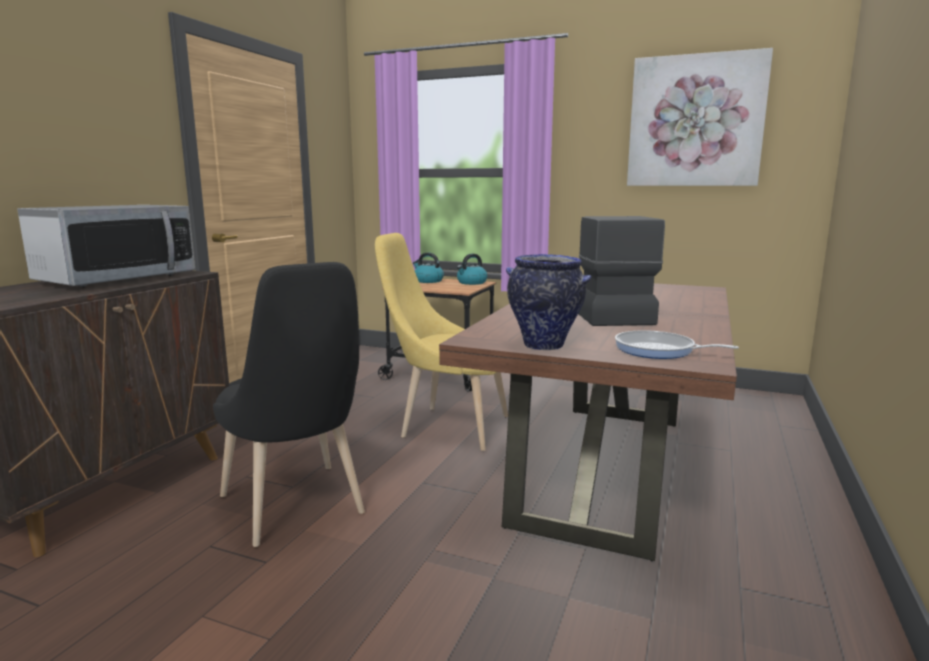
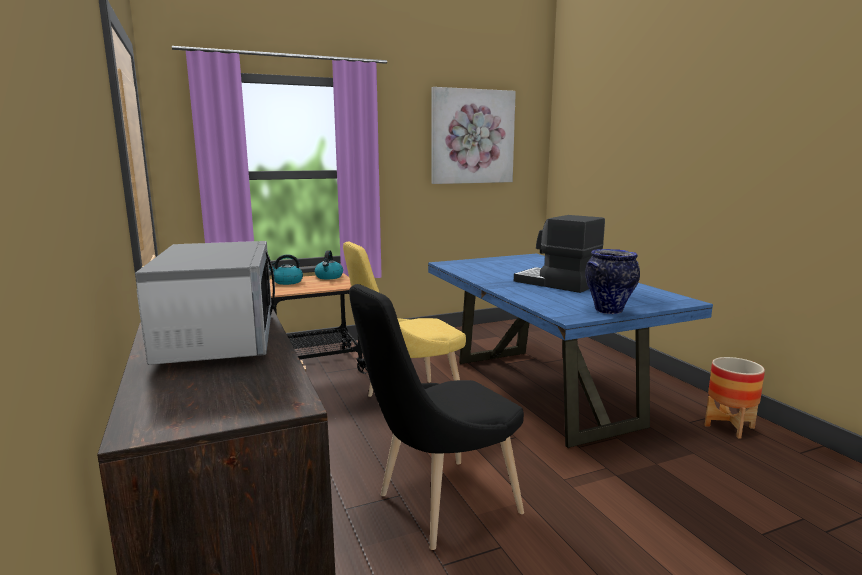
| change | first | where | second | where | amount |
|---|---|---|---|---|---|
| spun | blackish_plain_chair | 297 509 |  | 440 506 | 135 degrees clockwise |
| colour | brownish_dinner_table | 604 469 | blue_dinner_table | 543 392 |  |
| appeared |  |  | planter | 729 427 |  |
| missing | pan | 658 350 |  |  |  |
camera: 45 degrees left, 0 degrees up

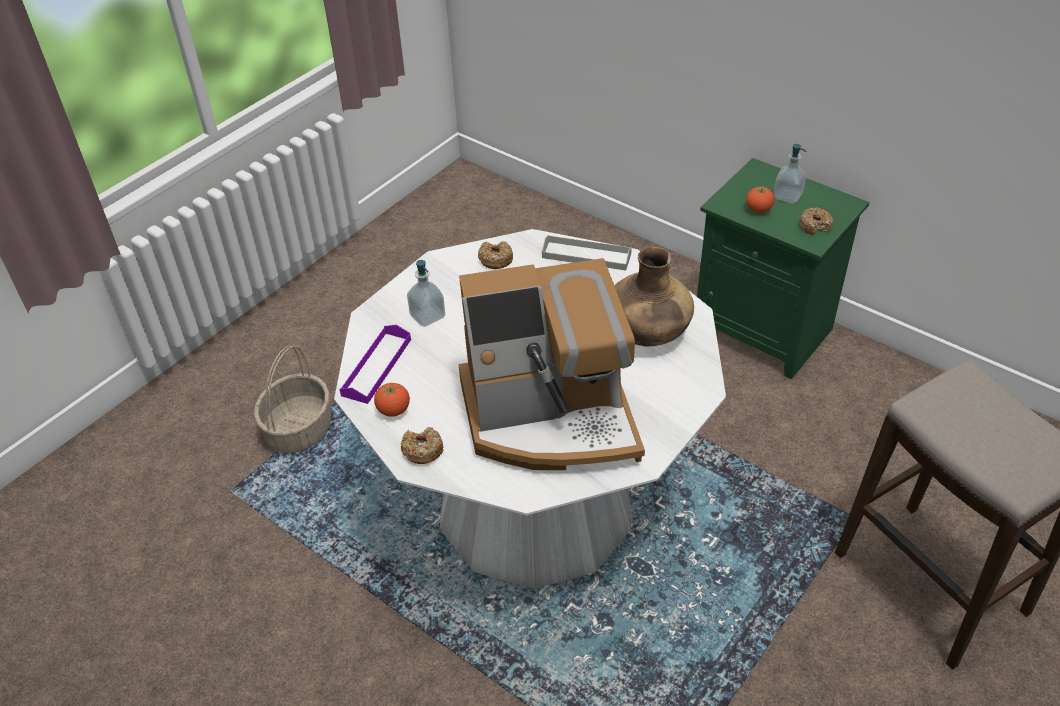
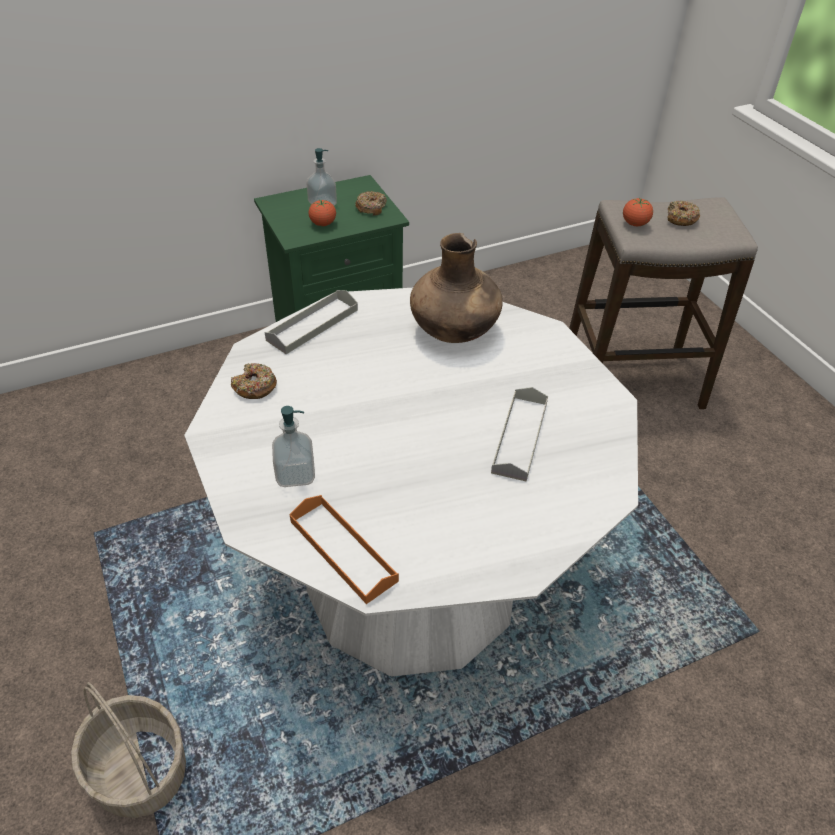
| change | first | where | second | where | amount |
|---|---|---|---|---|---|
| colour | purple-coloured_carrying_tray | 376 367 | orange_carrying_tray | 343 551 |  |
| exchanged | coffee_brewer | 550 417 | greyish_carrying_tray | 520 437 |  |
| relocated | whole_tomato | 393 410 |  | 635 224 |  |
| relocated | ring_doughnut | 422 450 |  | 681 218 |  |
camera: 65 degrees left, 0 degrees up

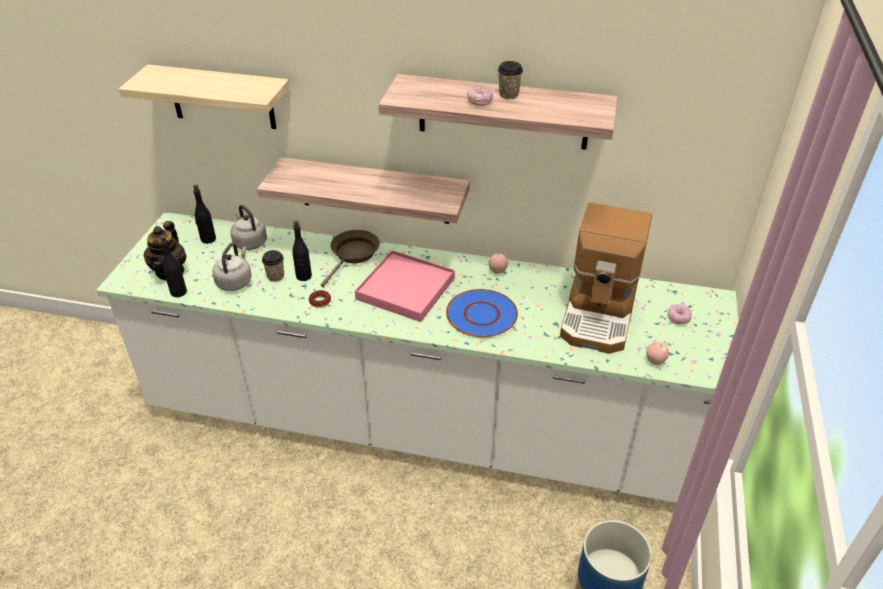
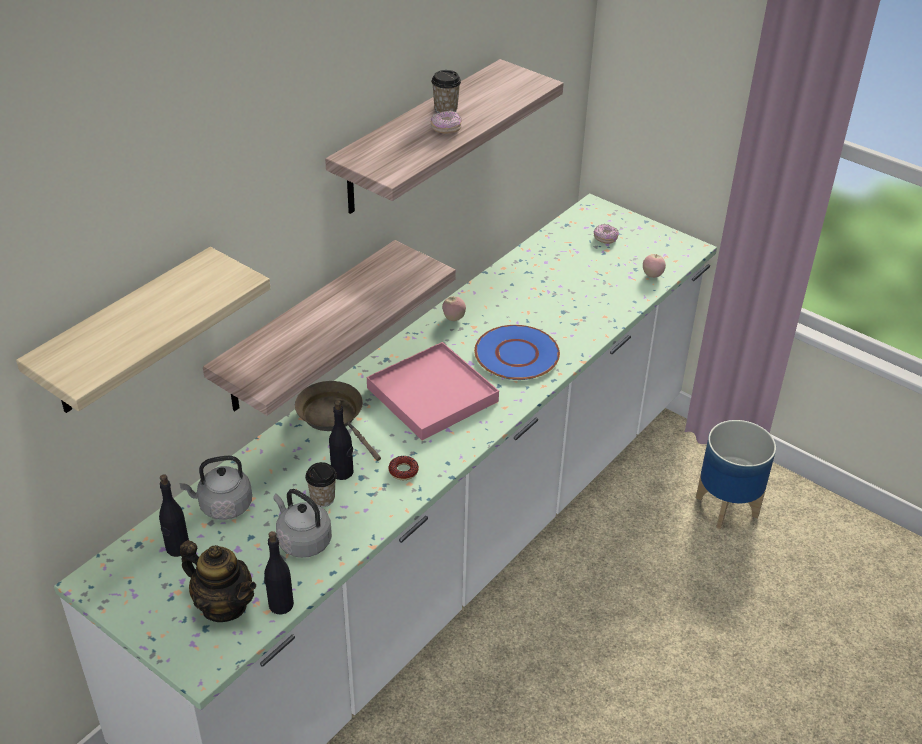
| change | first | where | second | where | amount |
|---|---|---|---|---|---|
| missing | coffee_brewer | 600 313 |  |  |  |
camera: 65 degrees left, 0 degrees up

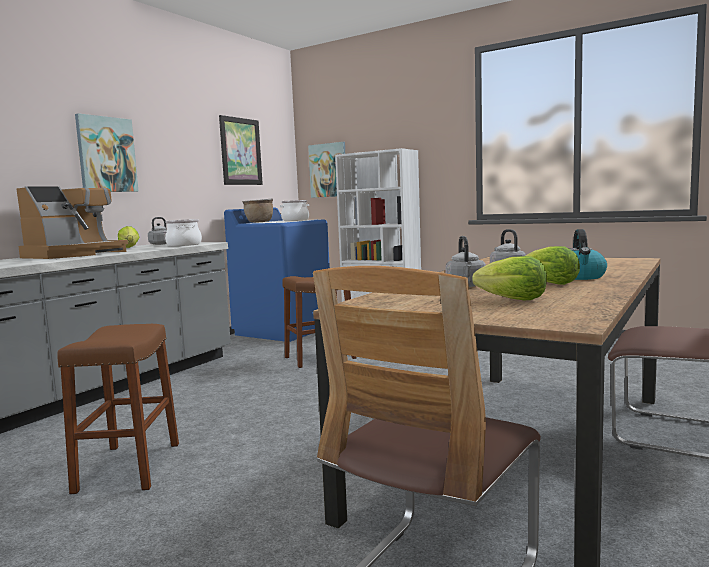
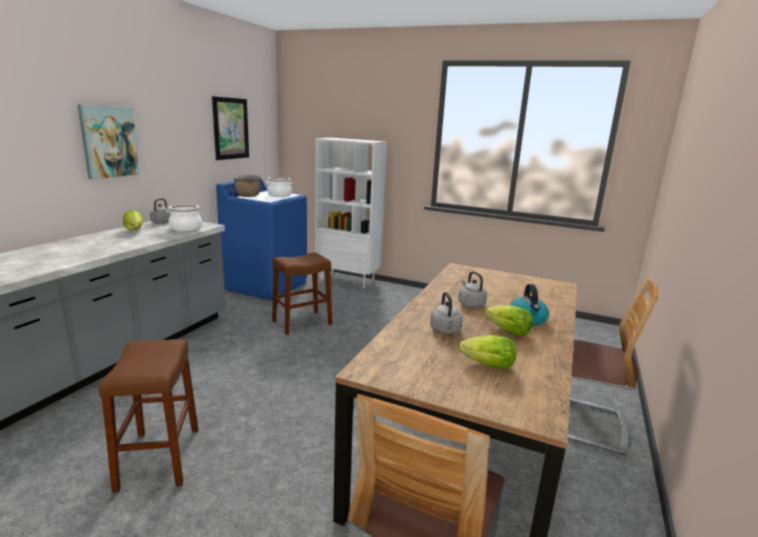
| change | first | where | second | where | amount |
|---|---|---|---|---|---|
| missing | coffee_brewer | 75 254 |  |  |  |
| missing | wall_picture | 328 170 |  |  |  |
camera: 10 degrees left, 10 degrees up

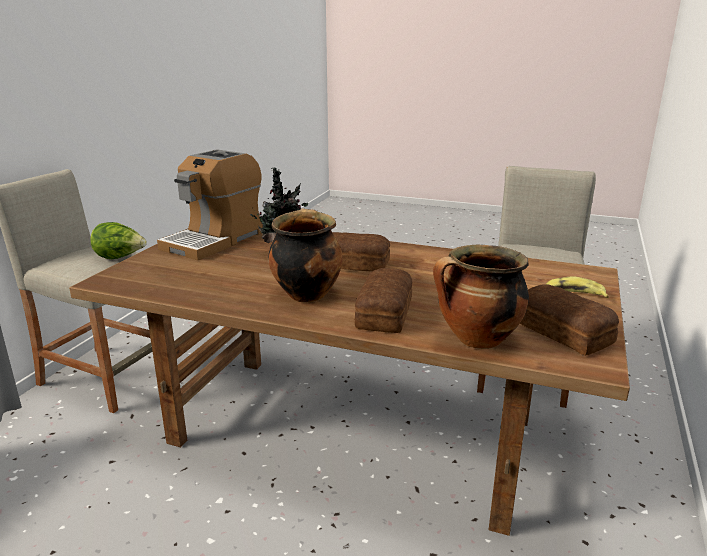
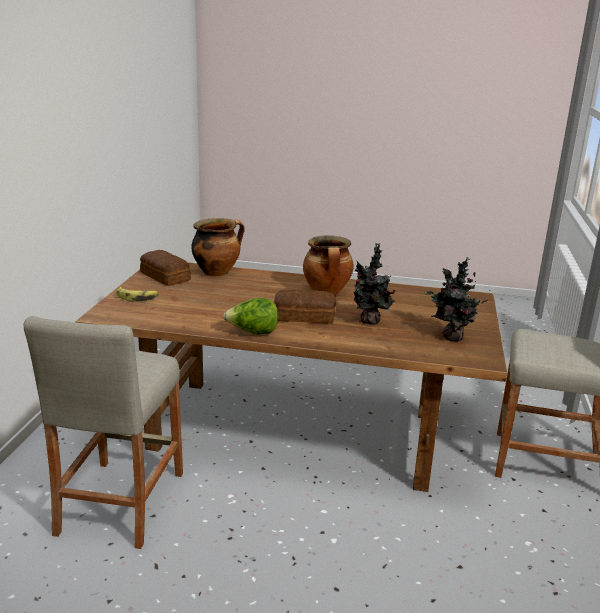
| change | first | where | second | where | amount |
|---|---|---|---|---|---|
| relocated | head_of_lettuce | 120 258 |  | 253 333 |  |
| exchanged | coffee_brewer | 215 240 | houseplant | 451 337 |  |
| missing | baked_bread | 386 313 |  |  |  |
camera: 170 degrees right, 0 degrees up

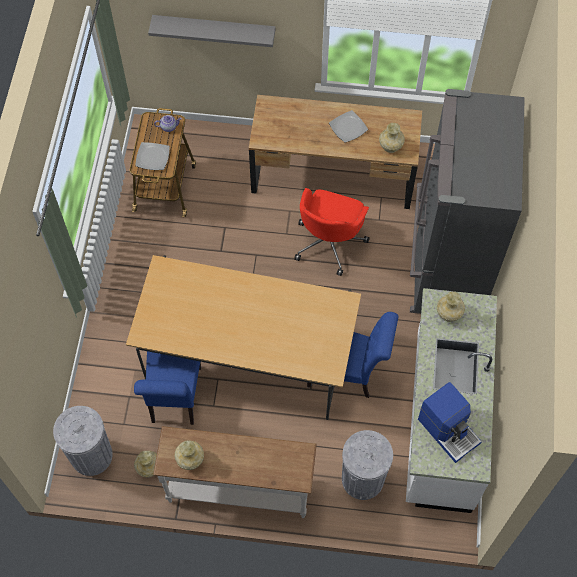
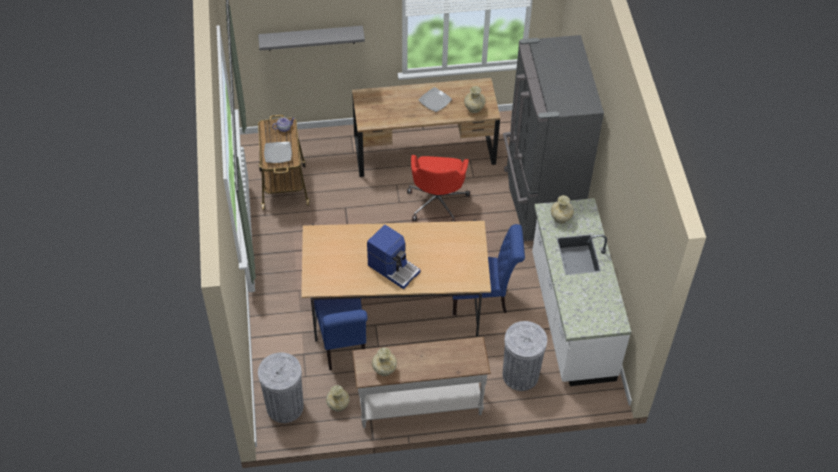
| change | first | where | second | where | amount |
|---|---|---|---|---|---|
| relocated | coffee_brewer | 449 430 |  | 393 268 |  |
camera: 15 degrees left, 10 degrees down

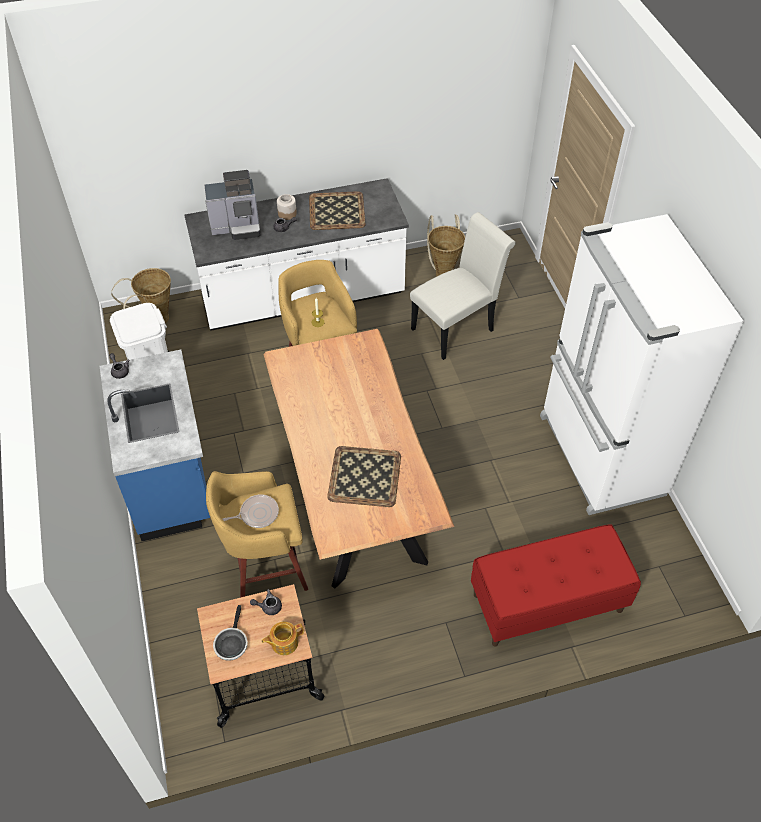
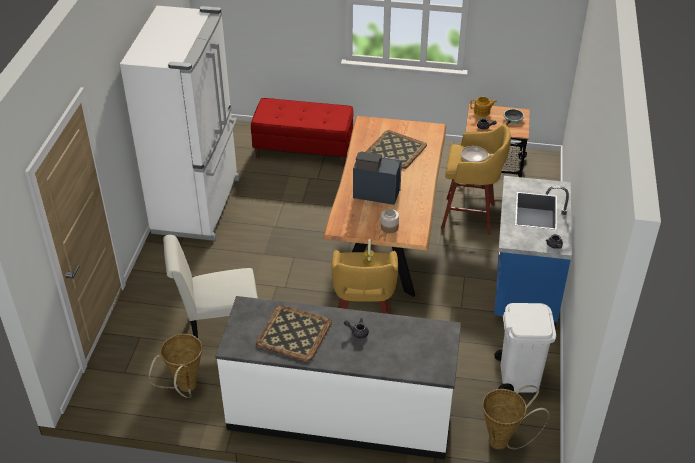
| change | first | where | second | where | amount |
|---|---|---|---|---|---|
| relocated | coffee_brewer | 237 227 |  | 375 192 |  |
| relocated | storage_jar | 287 213 |  | 389 227 |  |
camera: 155 degrees left, 10 degrees down

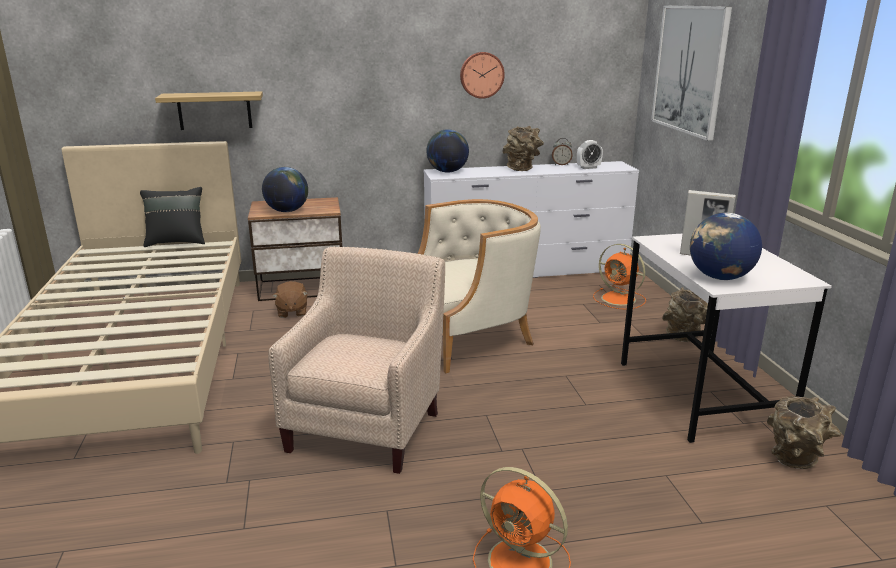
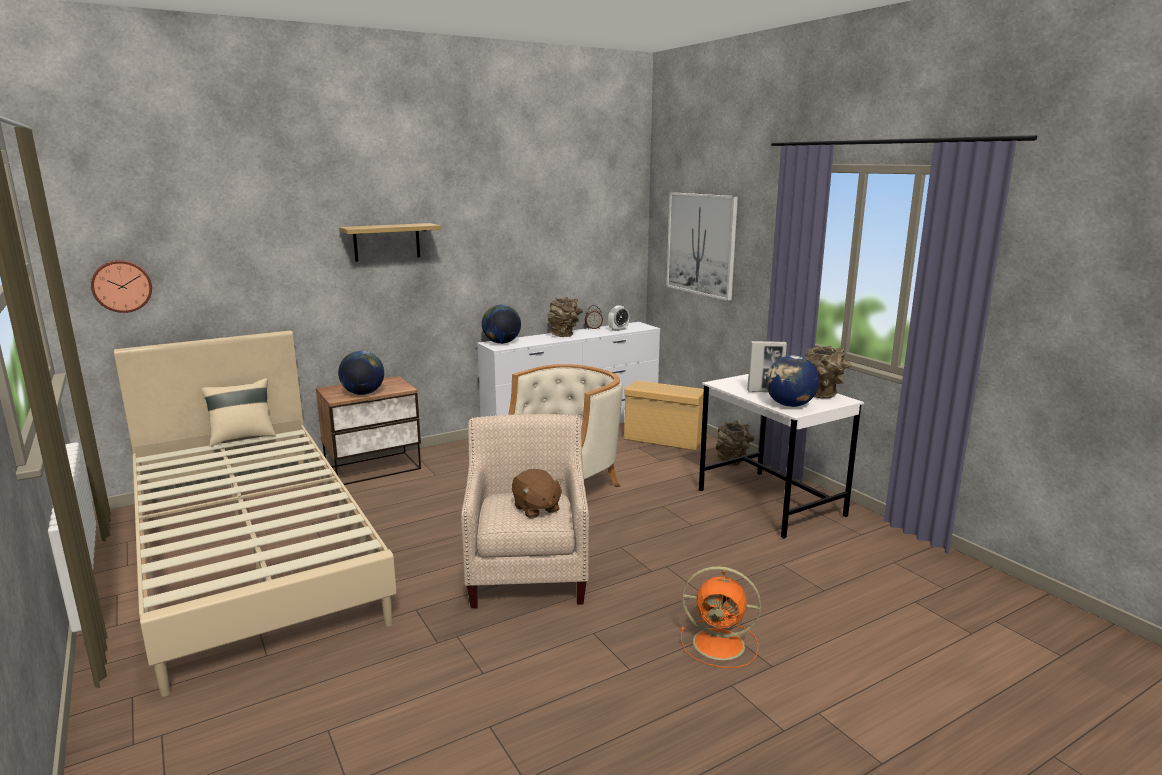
| change | first | where | second | where | amount |
|---|---|---|---|---|---|
| relocated | hanging_clock | 481 75 |  | 122 286 |  |
| colour | blackish_cushion | 176 242 | sand-coloured_cushion | 242 437 |  |
| relocated | shelf | 214 110 |  | 387 242 |  |
| relocated | brownish_plush_toy | 292 312 |  | 536 509 |  |
| exchanged | orange_electric_fan | 620 299 | sand-coloured_storage_container | 665 440 |  |
| relocated | brownish_decorative_vase | 795 461 |  | 822 395 |  |
camera: 20 degrees left, 5 degrees down

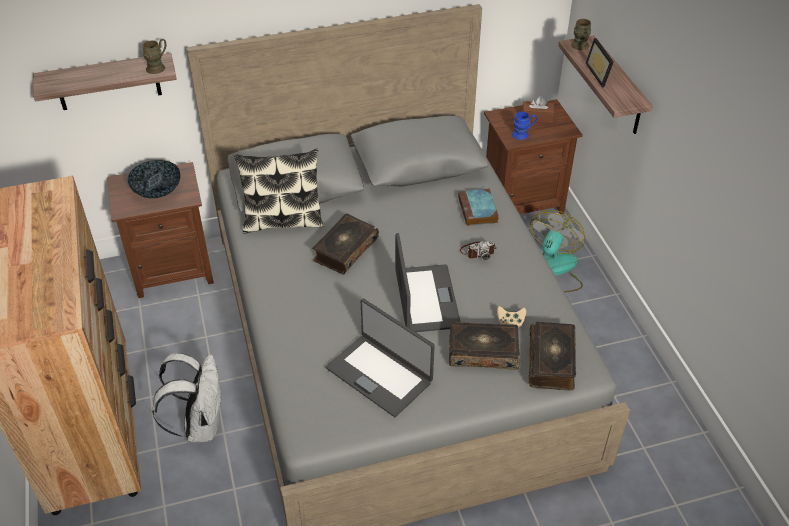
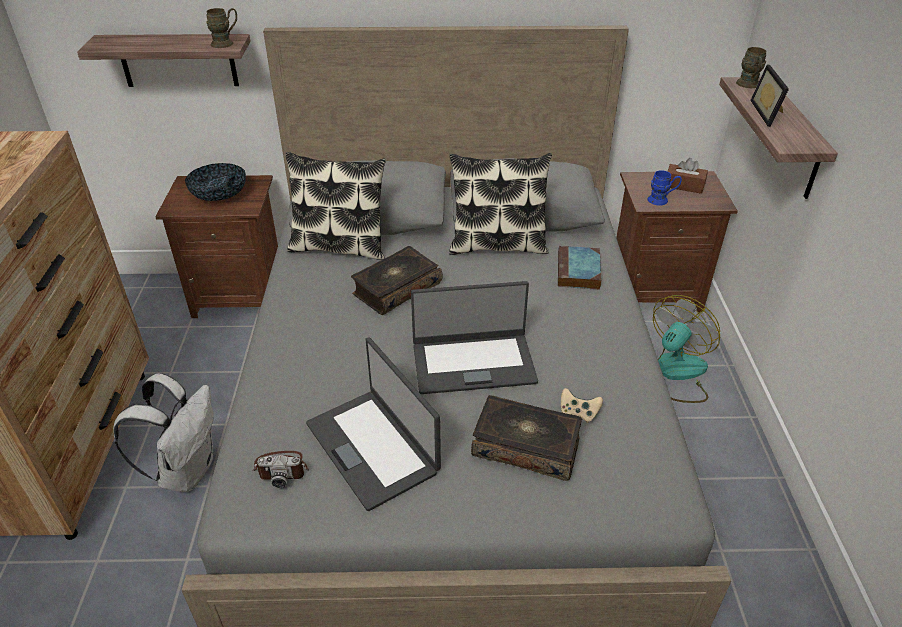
| change | first | where | second | where | amount |
|---|---|---|---|---|---|
| relocated | photo_camera | 478 251 |  | 282 468 |  |
| spun | laptop | 425 299 |  | 473 362 | 75 degrees clockwise |
| appeared |  |  | cushion | 497 245 |  |
| missing | book | 552 362 |  |  |  |
camera: 15 degrees right, 5 degrees down

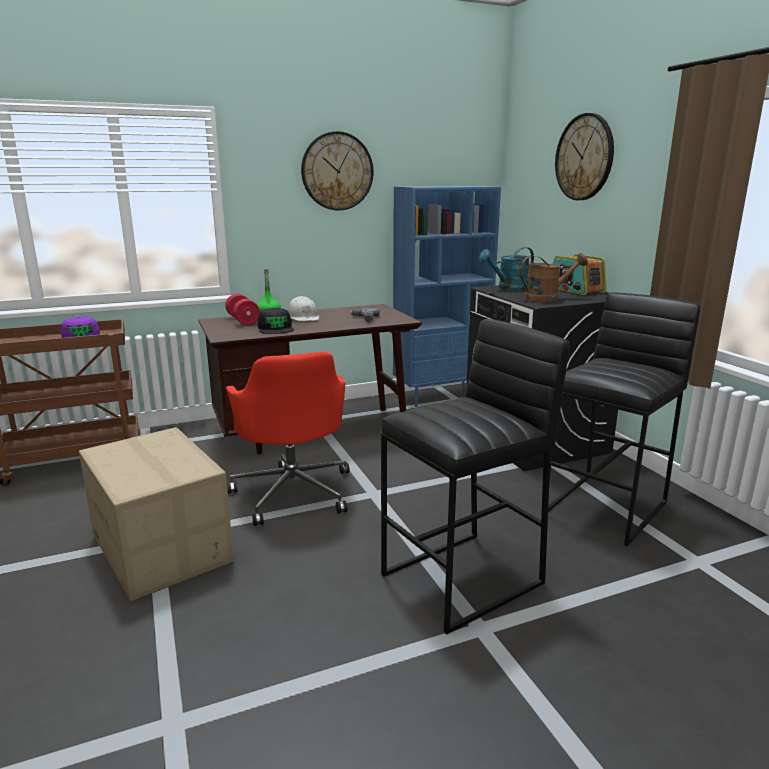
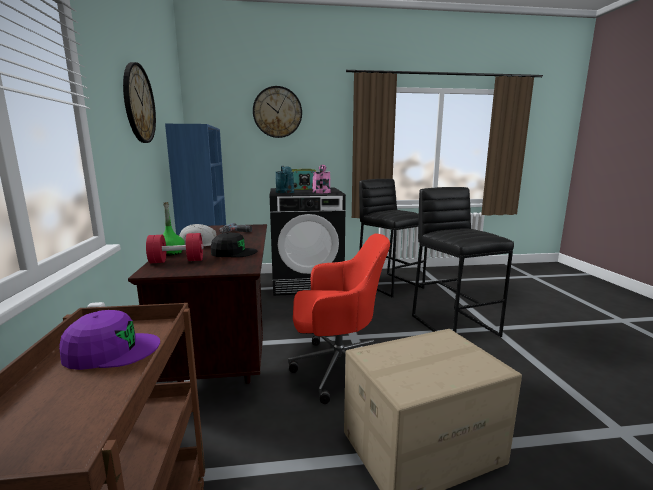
| change | first | where | second | where | amount |
|---|---|---|---|---|---|
| colour | brownish_sprinkling_can | 547 298 | pinkish_sprinkling_can | 321 191 |  |
camera: 75 degrees left, 5 degrees down

